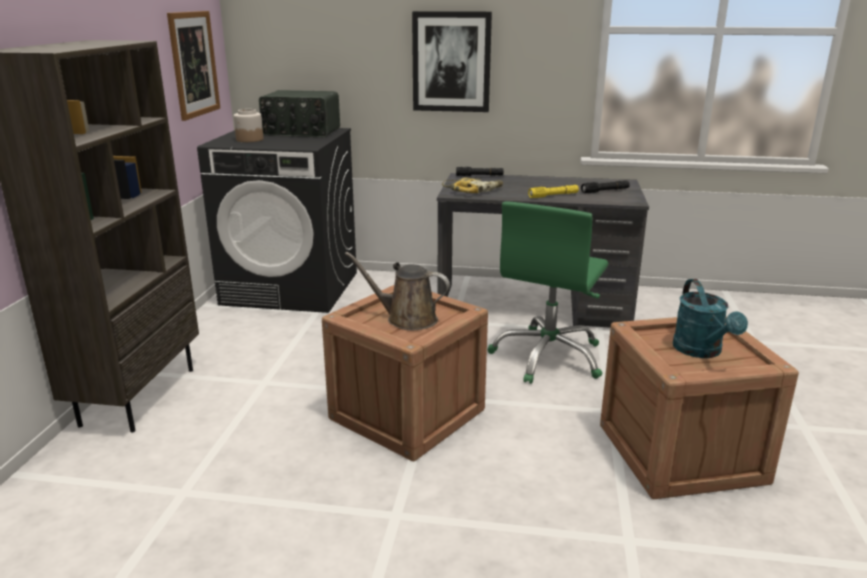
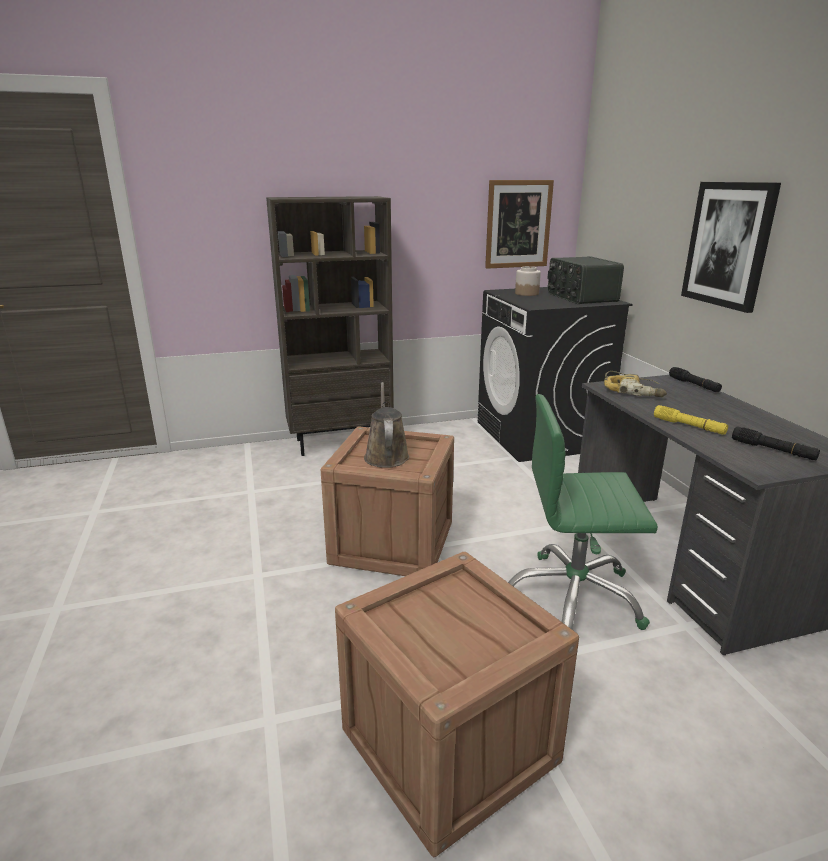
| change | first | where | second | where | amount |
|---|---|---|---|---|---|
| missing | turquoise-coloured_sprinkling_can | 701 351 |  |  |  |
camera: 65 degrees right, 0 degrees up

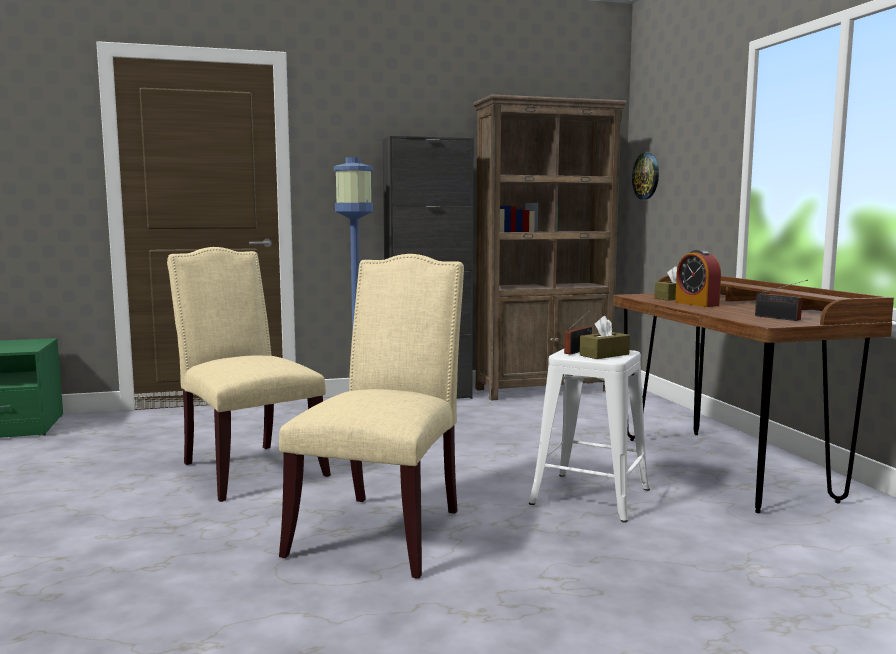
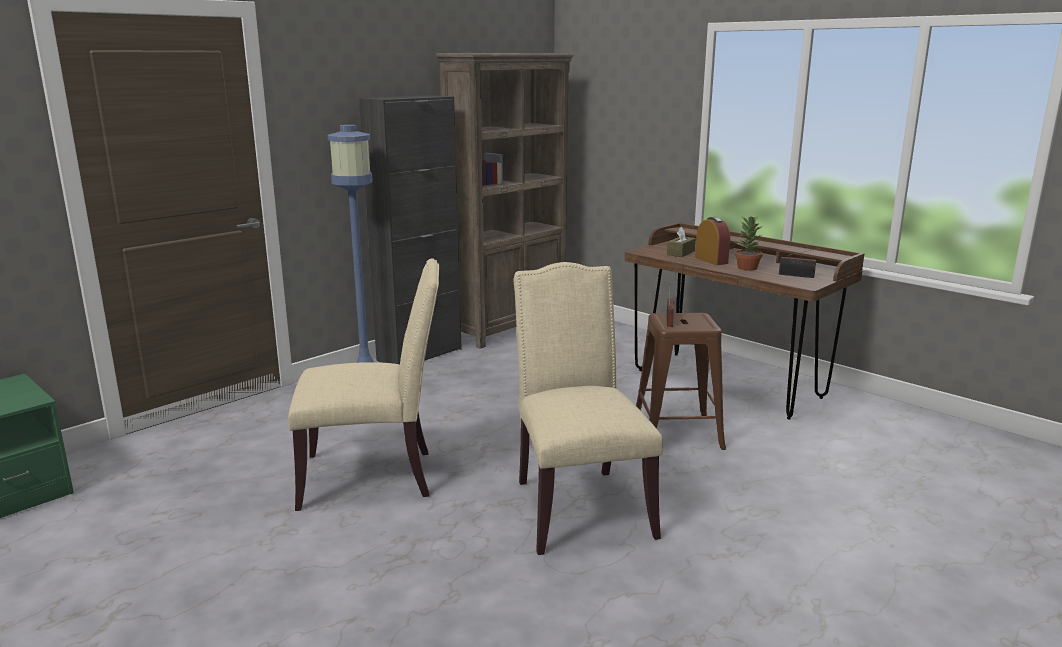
| change | first | where | second | where | amount |
|---|---|---|---|---|---|
| spun | sand-coloured_plain_chair | 247 469 |  | 374 477 | 150 degrees clockwise |
| colour | white-coloured_stool_seat | 591 496 | brownish_stool_seat | 677 432 |  |
| spun | alarm_clock | 696 304 |  | 711 260 | 150 degrees counterclockwise |
| appeared |  |  | houseplant | 746 268 |  |
| missing | brownish_tissue_box | 604 355 |  |  |  |
| missing | hanging_clock | 646 176 |  |  |  |
camera: 30 degrees left, 10 degrees up

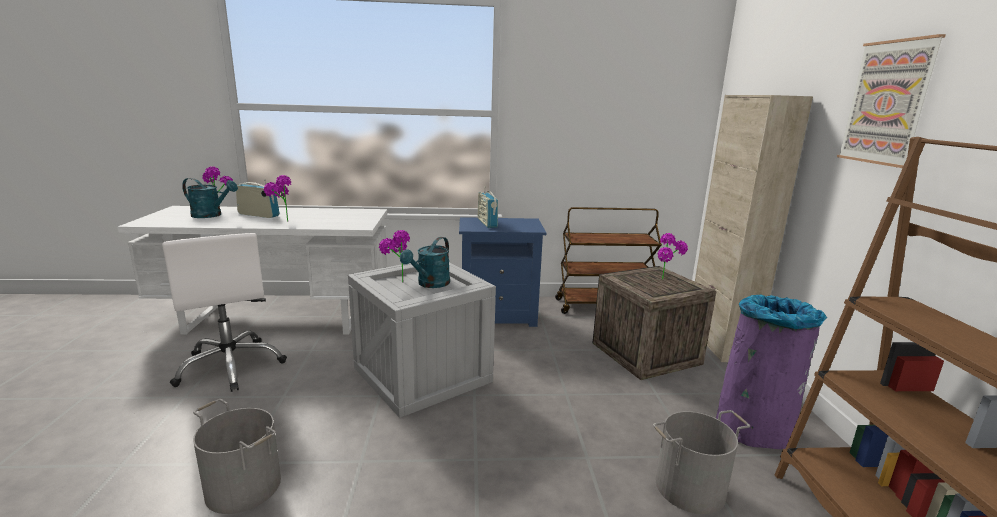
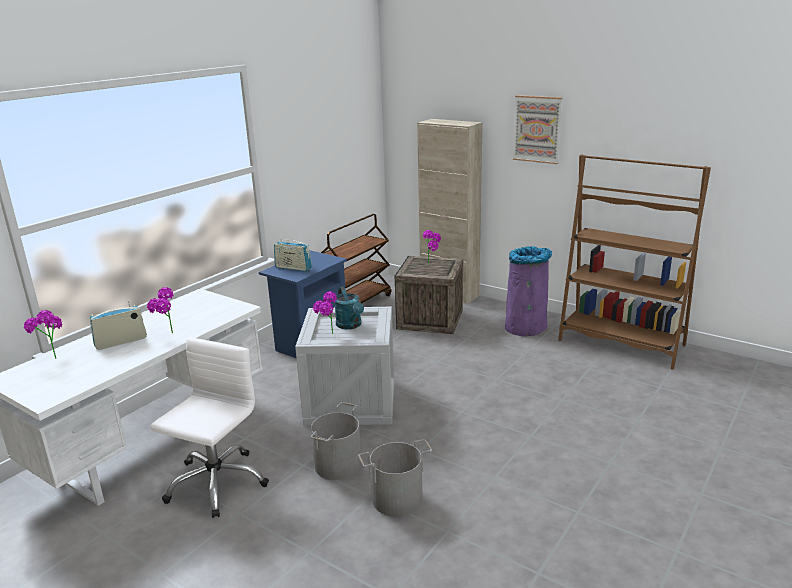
| change | first | where | second | where | amount |
|---|---|---|---|---|---|
| spun | white-coloured_office_chair | 231 366 |  | 216 483 | 75 degrees counterclockwise |
| relocated | greyish_bucket | 690 488 |  | 338 465 |  |
| missing | turquoise-coloured_sprinkling_can | 211 215 |  |  |  |
camera: 50 degrees left, 5 degrees up

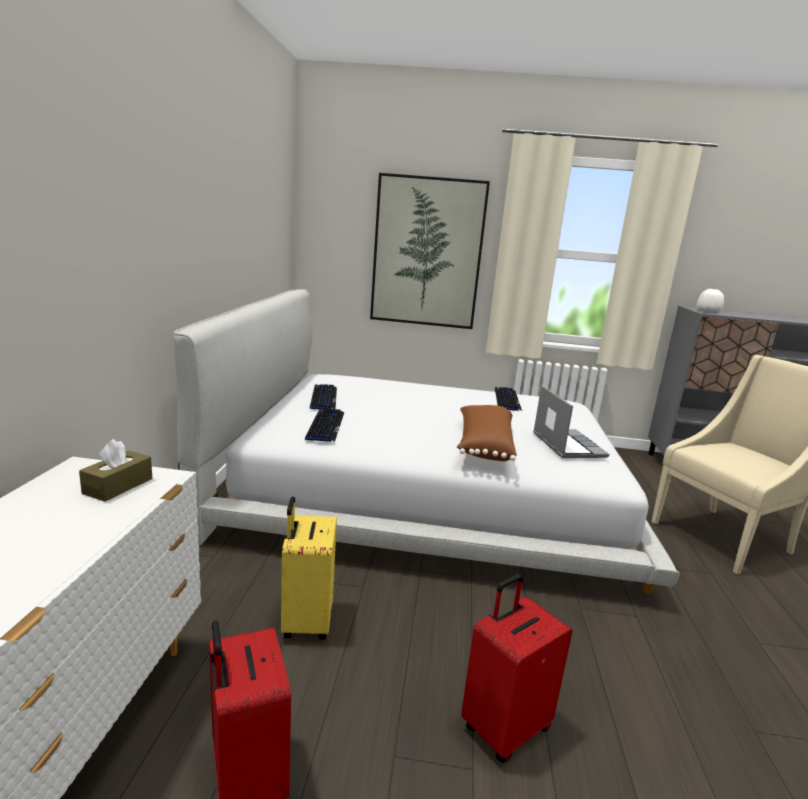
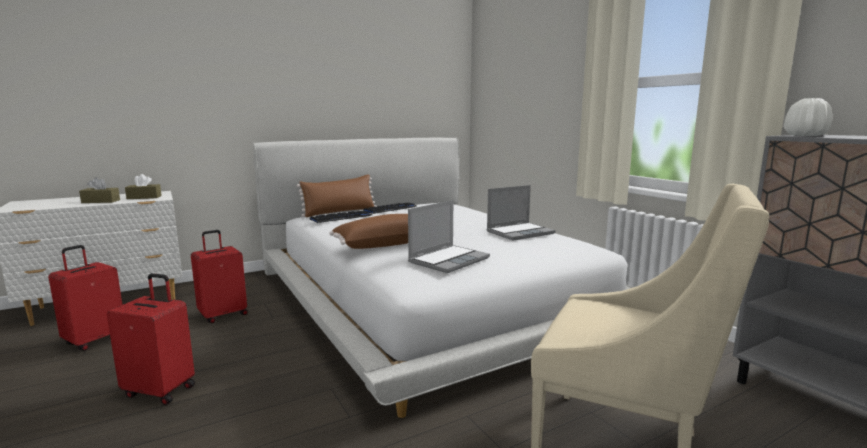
| change | first | where | second | where | amount |
|---|---|---|---|---|---|
| appeared |  |  | brownish_tissue_box | 101 201 |  |
| colour | yellowish_suitcase | 306 621 | reddish_suitcase | 223 315 |  |
| appeared |  |  | brownish_cushion | 340 212 |  |
| exchanged | computer_keyboard | 506 400 | laptop | 520 232 |  |
| missing | wall_picture | 427 253 |  |  |  |
camera: 55 degrees right, 5 degrees down

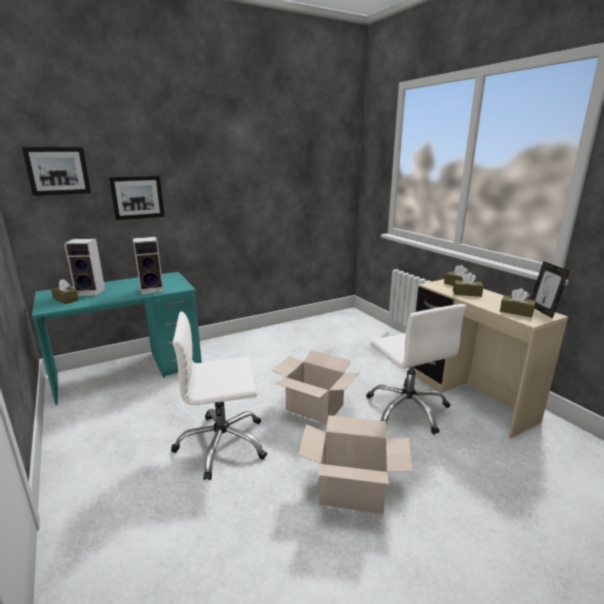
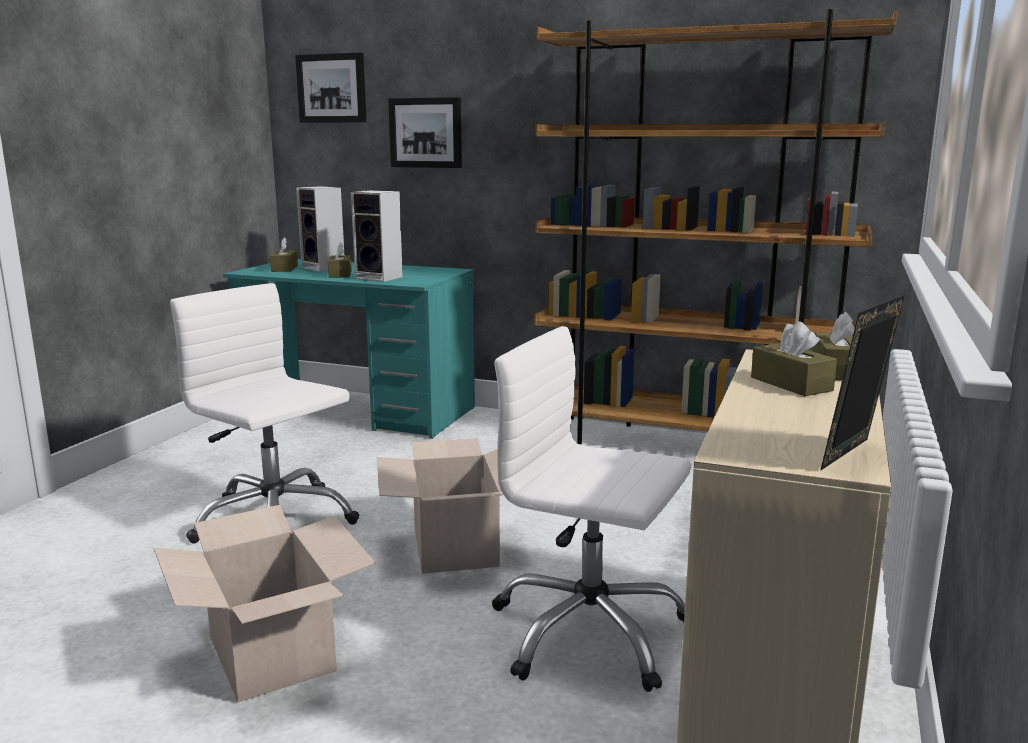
| change | first | where | second | where | amount |
|---|---|---|---|---|---|
| relocated | brownish_tissue_box | 516 312 |  | 340 274 |  |
| spun | white-coloured_office_chair | 408 409 |  | 589 632 | 90 degrees clockwise |
| appeared |  |  | brownish_bookcase | 687 445 |  |
camera: 50 degrees right, 5 degrees down

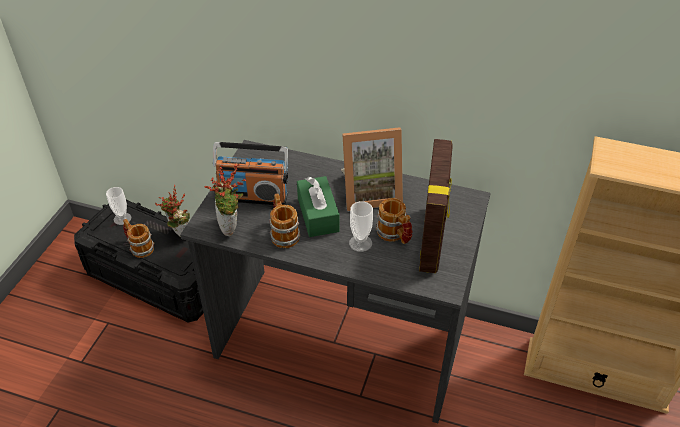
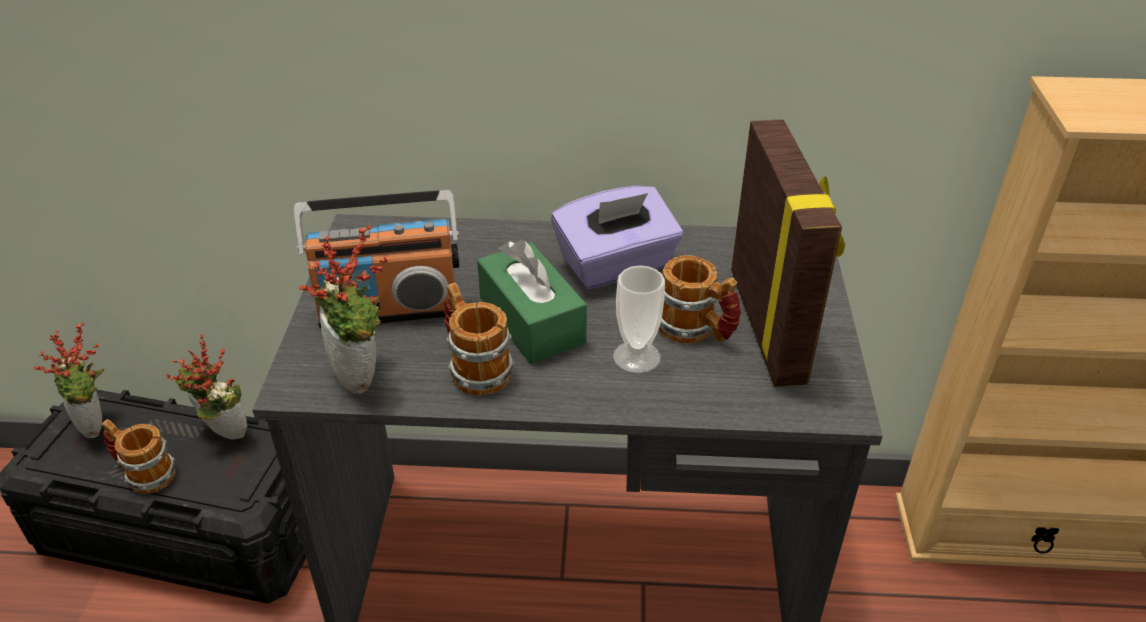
| change | first | where | second | where | amount |
|---|---|---|---|---|---|
| exchanged | small_cup | 122 218 | houseplant | 97 425 |  |
| exchanged | photo_frame | 370 193 | purple-coloured_tissue_box | 616 265 |  |
camera: 15 degrees left, 5 degrees down

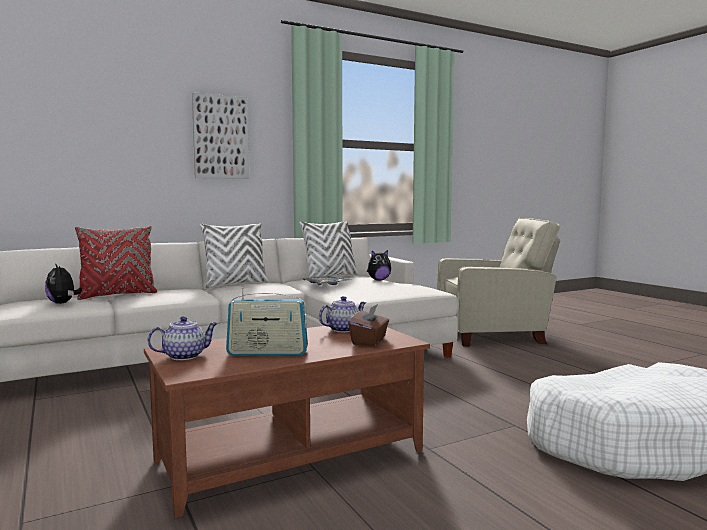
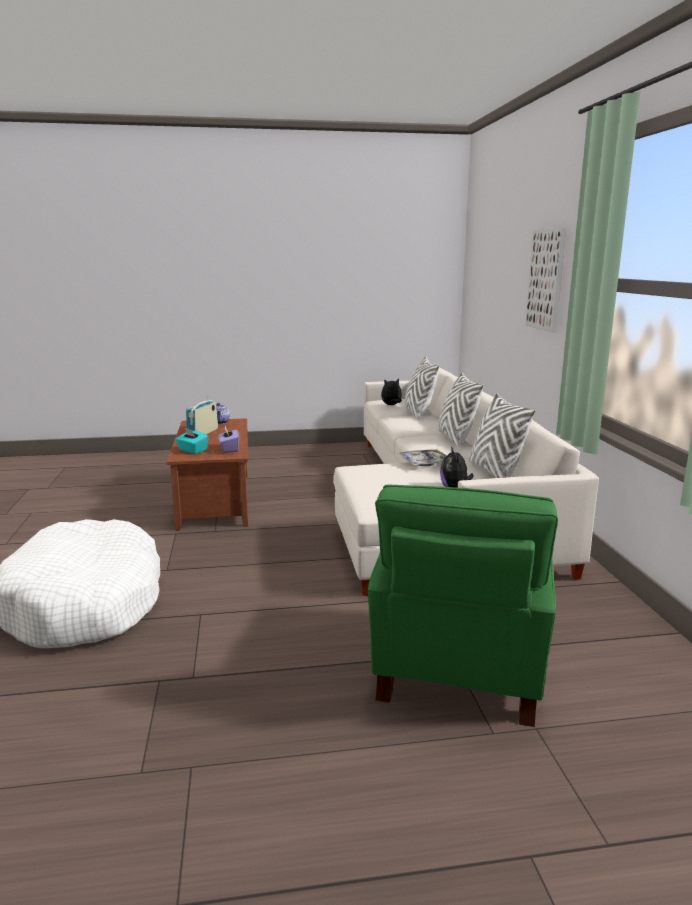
| change | first | where | second | where | amount |
|---|---|---|---|---|---|
| colour | brownish_tissue_box | 369 341 | turquoise-coloured_tissue_box | 192 450 |  |
| exchanged | pot_for_tea | 343 329 | purple-coloured_tissue_box | 229 449 |  |
| colour | sand-coloured_lounge_chair | 494 335 | green-coloured_lounge_chair | 457 669 |  |
| colour | reddish_cushion | 117 295 | white-coloured_cushion | 419 413 |  |
camera: 110 degrees right, 10 degrees up

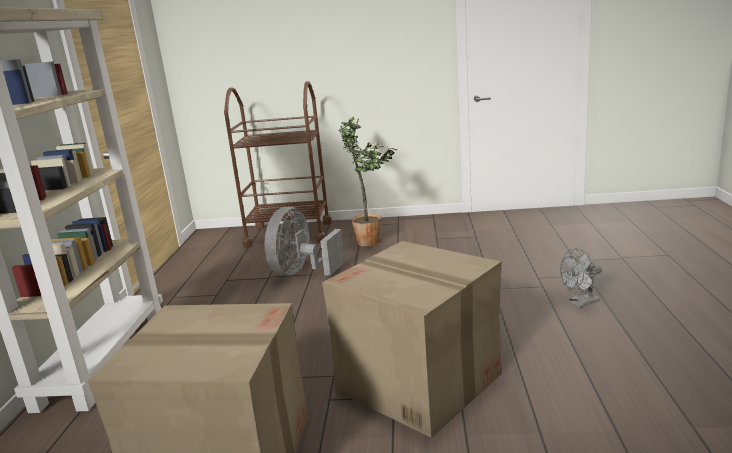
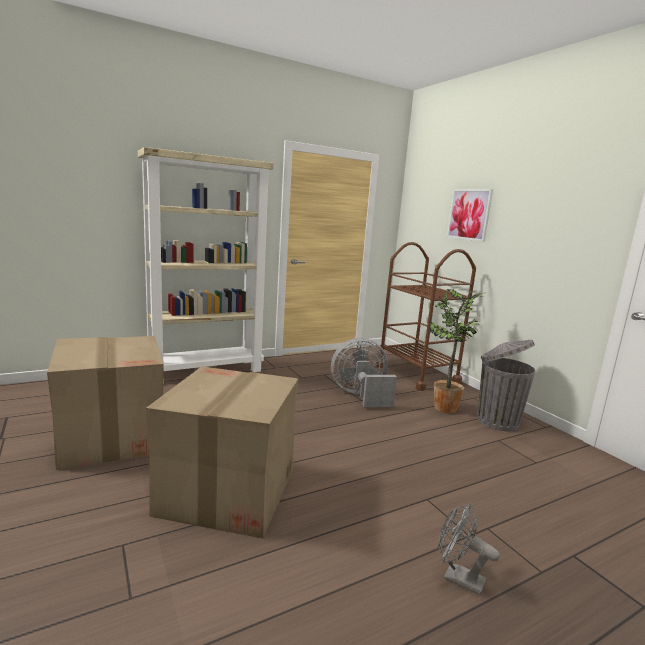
| change | first | where | second | where | amount |
|---|---|---|---|---|---|
| appeared |  |  | wall_picture | 469 214 |  |
| appeared |  |  | greyish_waste_bin | 496 421 |  |
camera: 55 degrees right, 5 degrees down

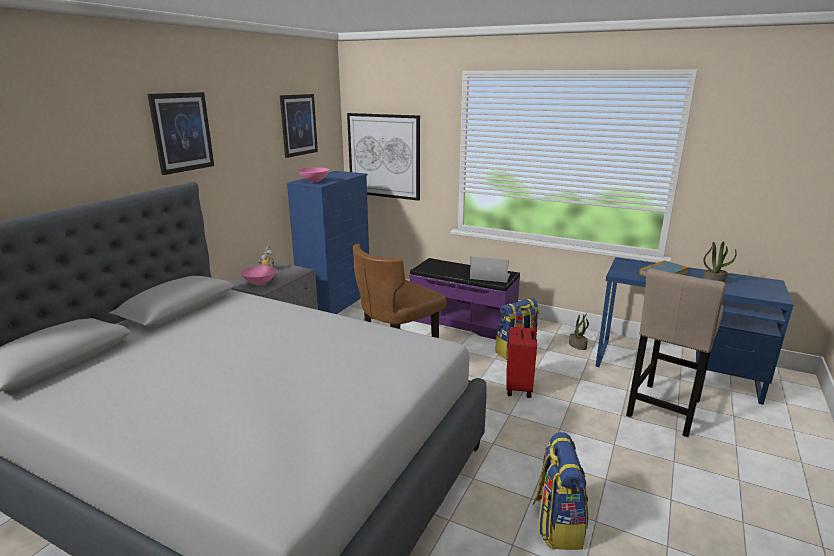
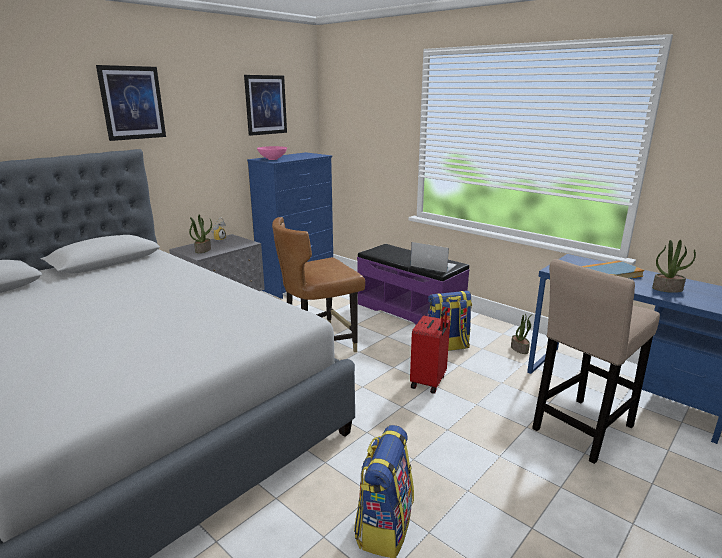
| change | first | where | second | where | amount |
|---|---|---|---|---|---|
| exchanged | pinkish_bowl | 260 283 | houseplant | 203 250 |  |
| missing | wall_picture | 384 156 |  |  |  |
camera: 15 degrees right, 0 degrees up

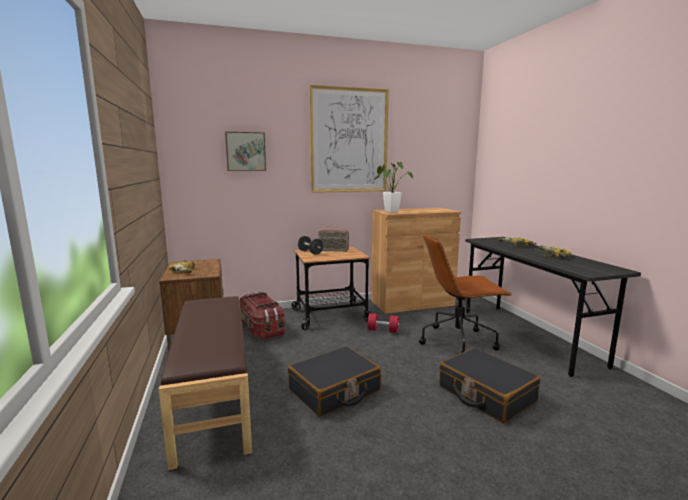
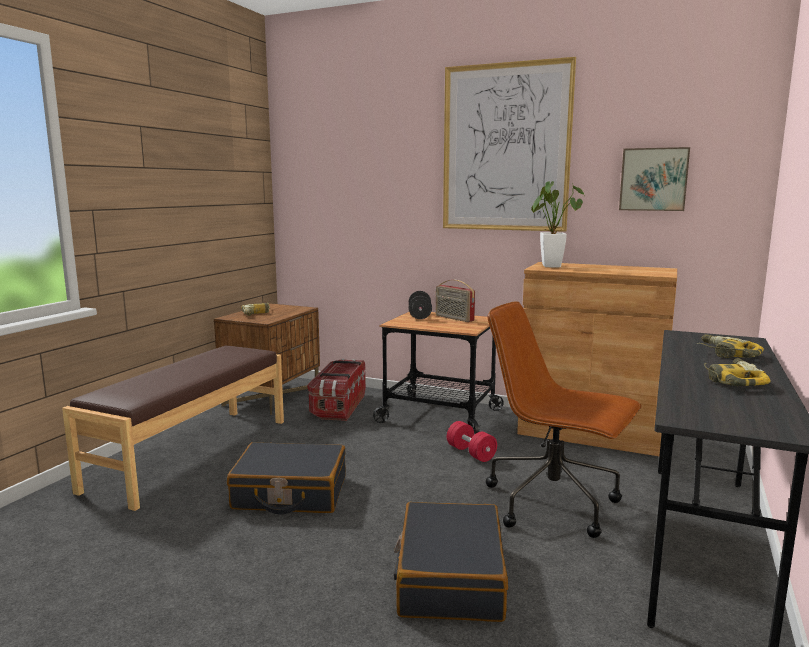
| change | first | where | second | where | amount |
|---|---|---|---|---|---|
| relocated | wall_picture | 245 151 |  | 653 179 |  |
camera: 40 degrees right, 0 degrees up

